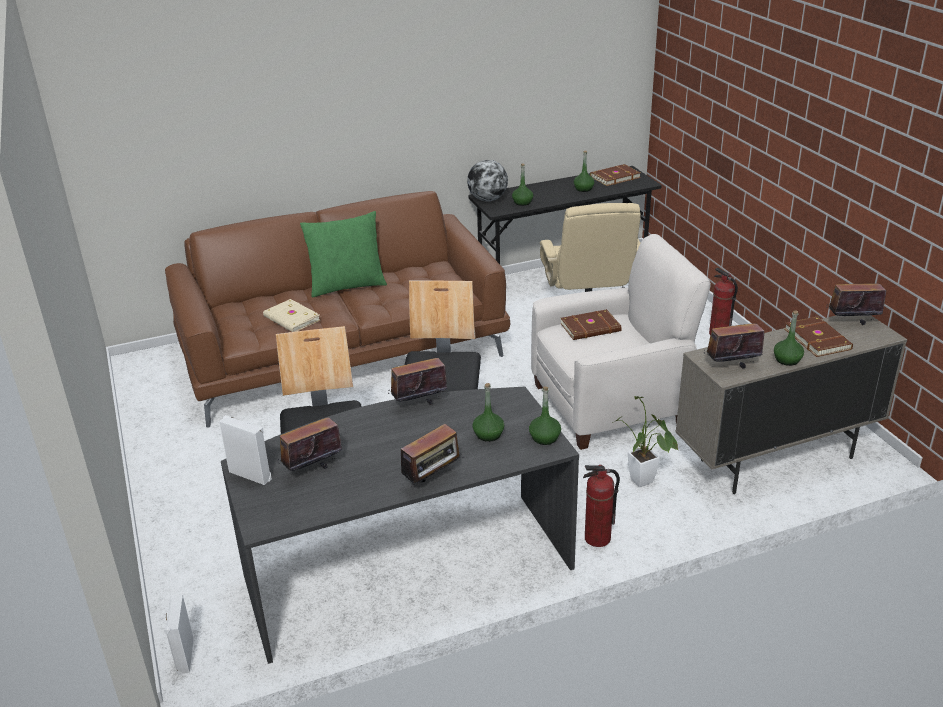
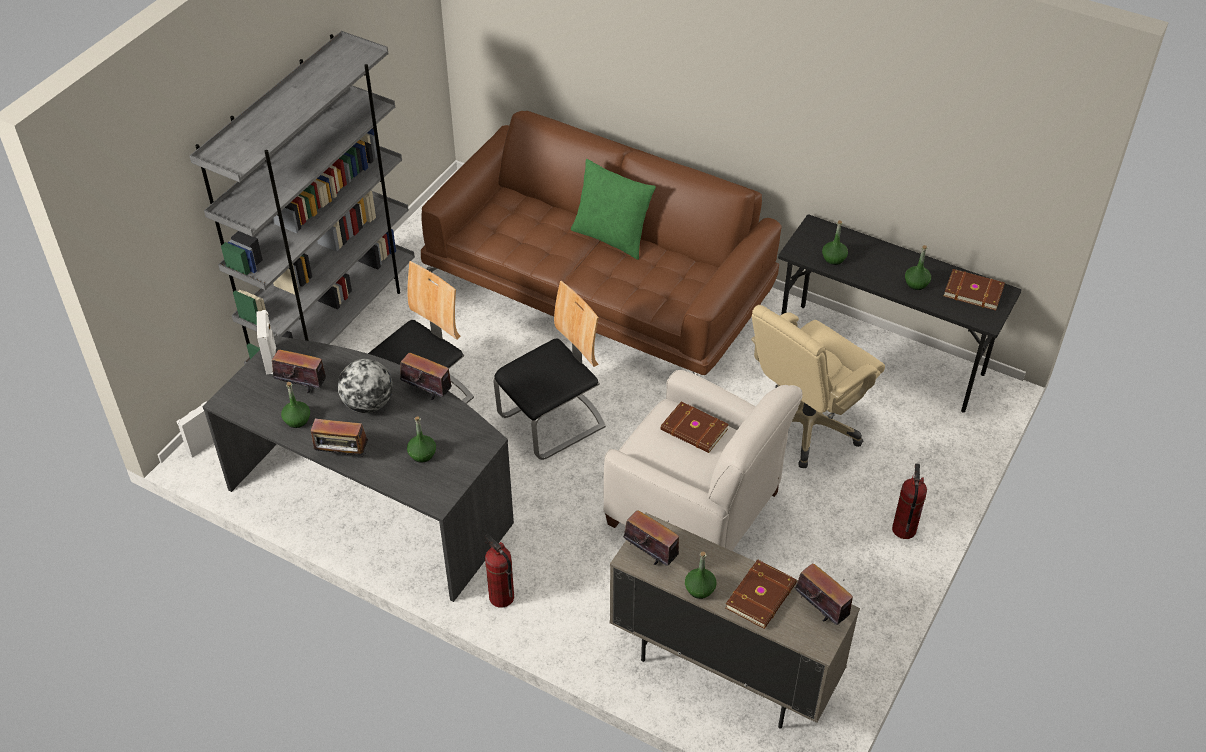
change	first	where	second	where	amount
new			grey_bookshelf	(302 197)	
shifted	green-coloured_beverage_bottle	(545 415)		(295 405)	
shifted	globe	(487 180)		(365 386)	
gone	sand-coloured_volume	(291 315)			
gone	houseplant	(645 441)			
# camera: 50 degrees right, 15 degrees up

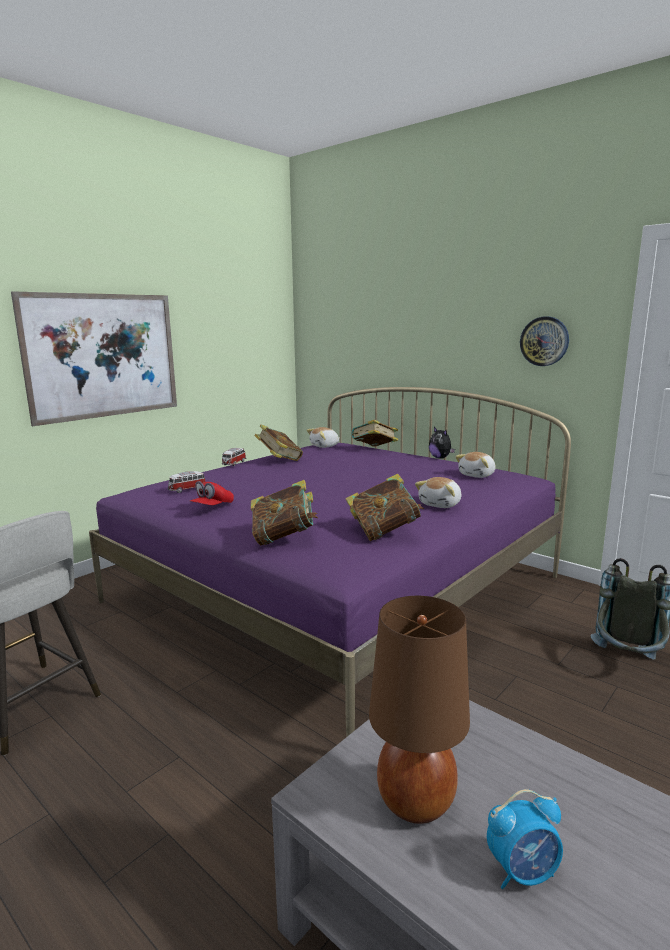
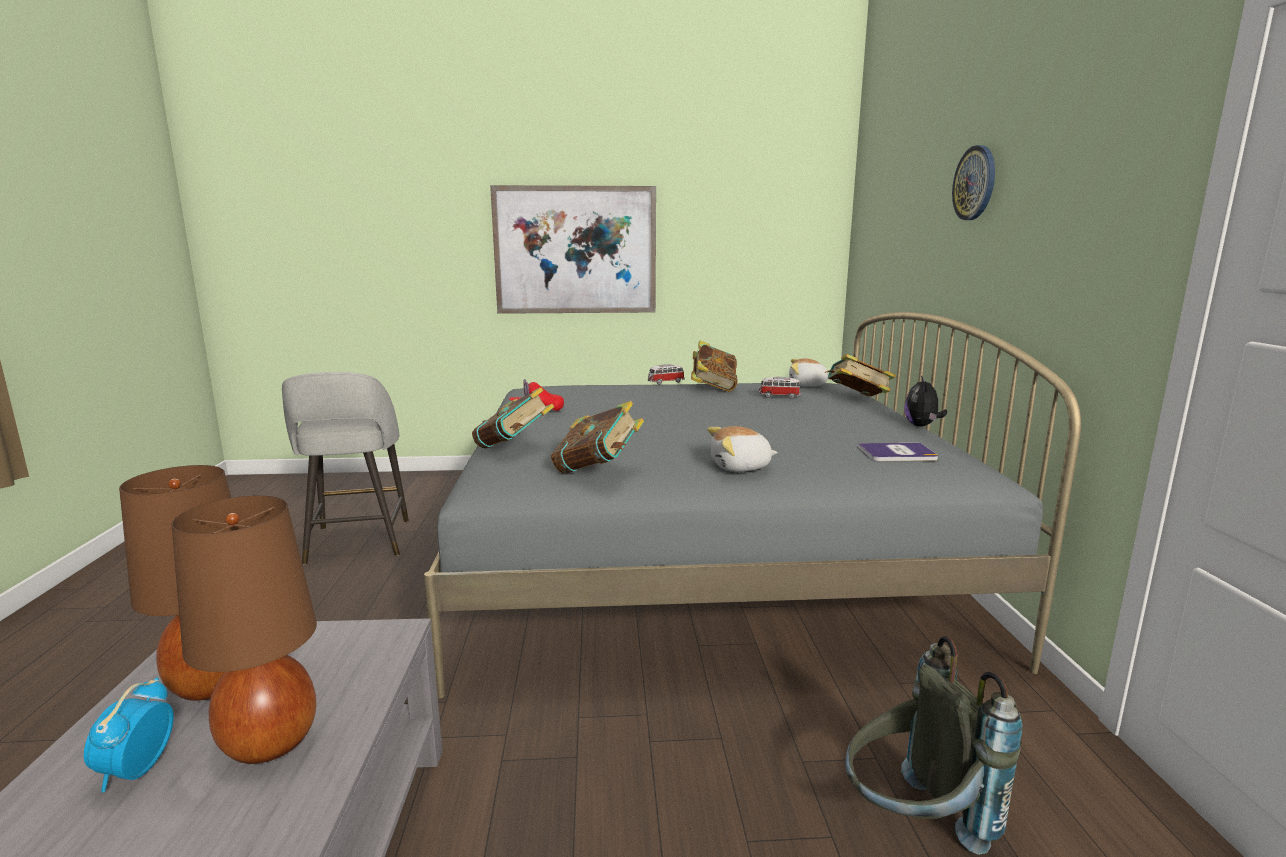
change	first	where	second	where	amount
rotated	bedside_clock	(525 839)		(129 735)	60 degrees clockwise
new			brownish_table_lamp	(244 630)	
repainted	purple-coloured_bedroom_bed	(330 562)	grey_bedroom_bed	(752 505)	
shifted	miniature_car	(187 482)		(779 388)	
swapped	plush_toy	(475 465)	volume	(898 452)	
shifted	wall_clock	(544 341)		(973 182)	
# camera: 45 degrees right, 0 degrees up

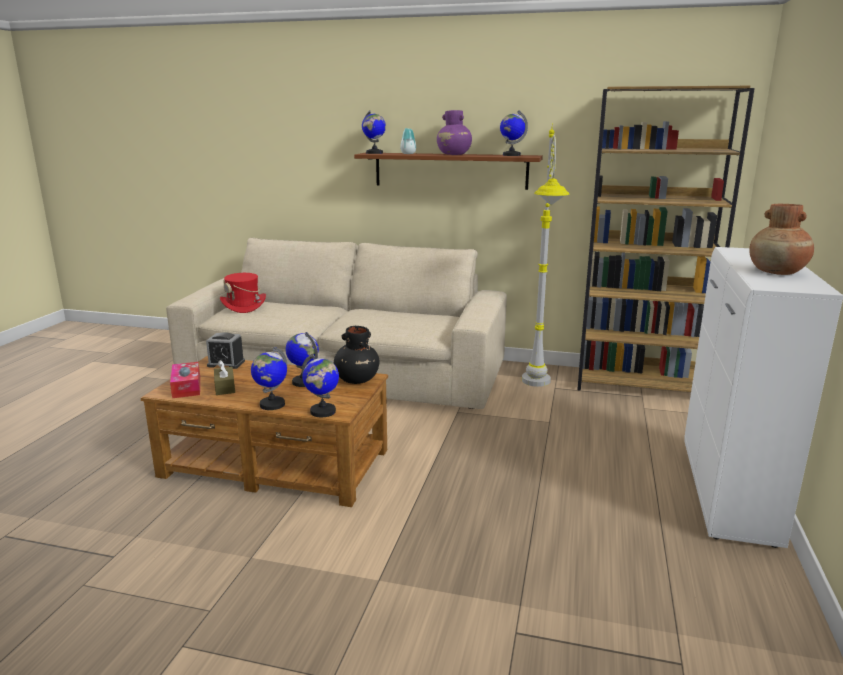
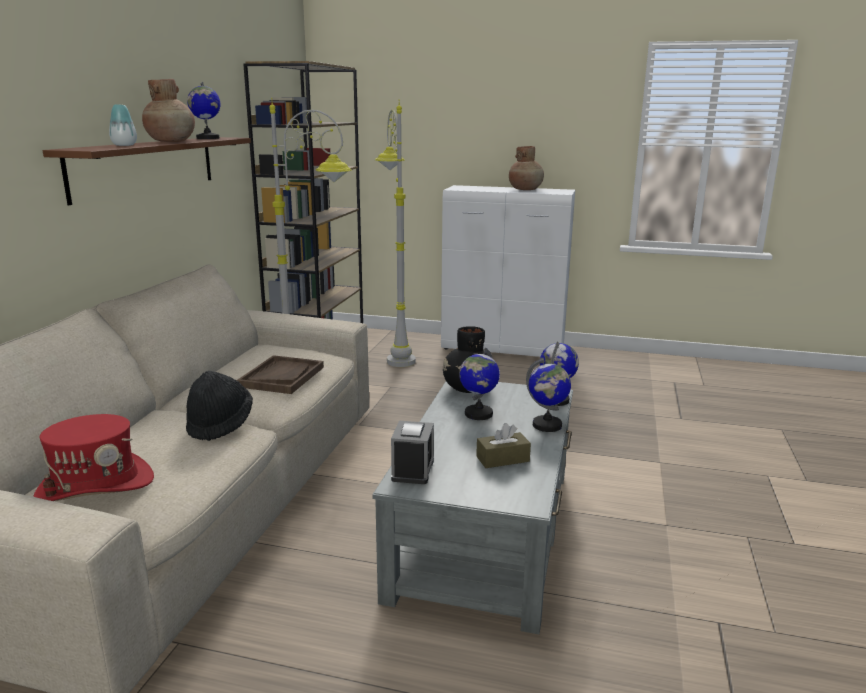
change	first	where	second	where	amount
repainted	purple-coloured_decorative_vase	(454 132)	brownish_decorative_vase	(168 110)	
new			black-coloured_wearable_hat	(219 406)	
new			brownish_serving_tray	(280 374)	
repainted	brownish_low_table	(264 431)	grey_low_table	(472 507)	
new			grey_standard_lamp	(395 235)	
gone	tissue_holder	(185 380)			
gone	globe	(374 132)			
# camera: 90 degrees left, 0 degrees up

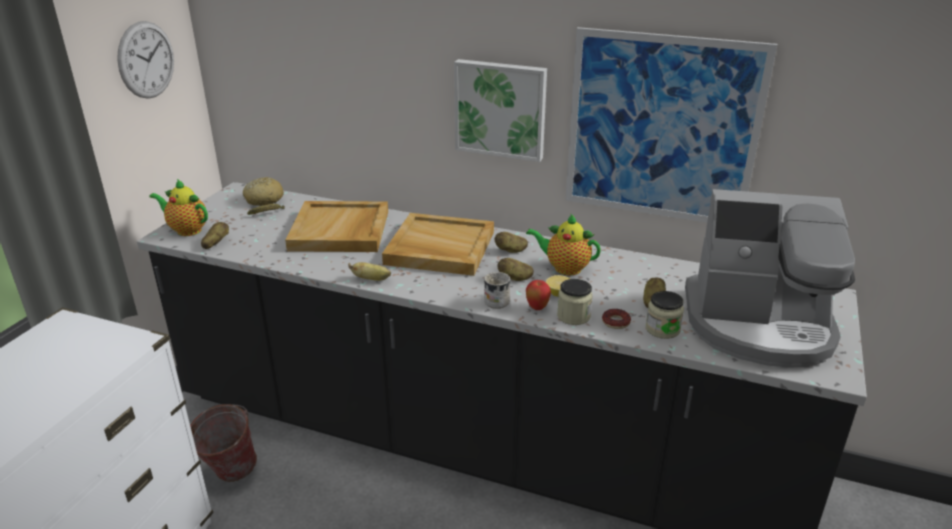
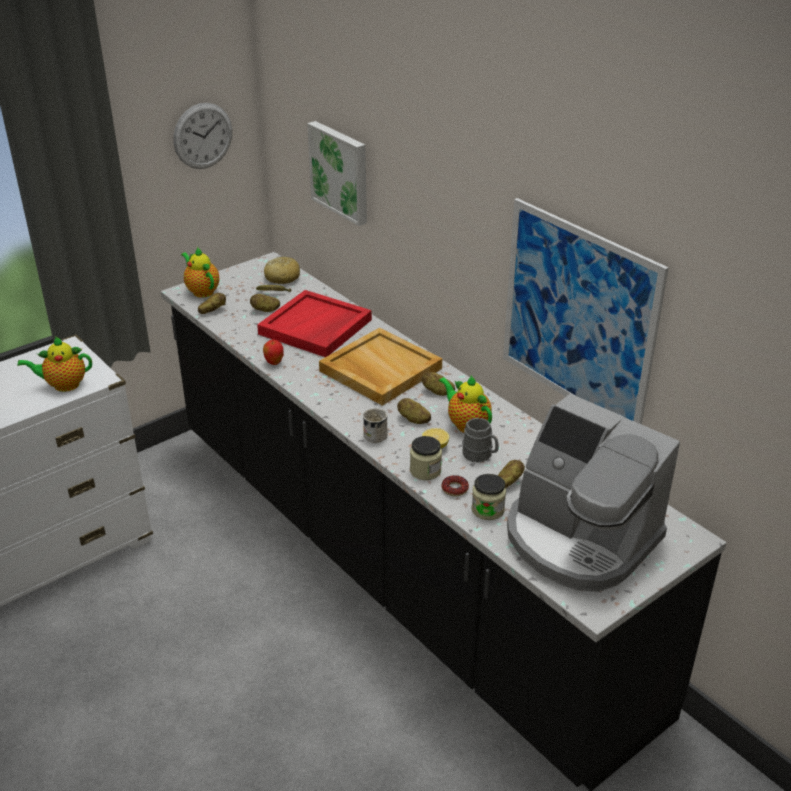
change	first	where	second	where	amount
new			pot_for_tea	(54 364)	
new			whole_potato	(265 303)	
repainted	sand-coloured_serving_tray	(336 226)	red_serving_tray	(314 323)	
shifted	whole_apple	(538 295)		(273 352)	
shifted	wall_art	(500 110)		(337 173)	
new			grey_mug	(480 440)	
gone	pail	(223 443)			
gone	banana	(369 271)			
# camera: 30 degrees right, 5 degrees up

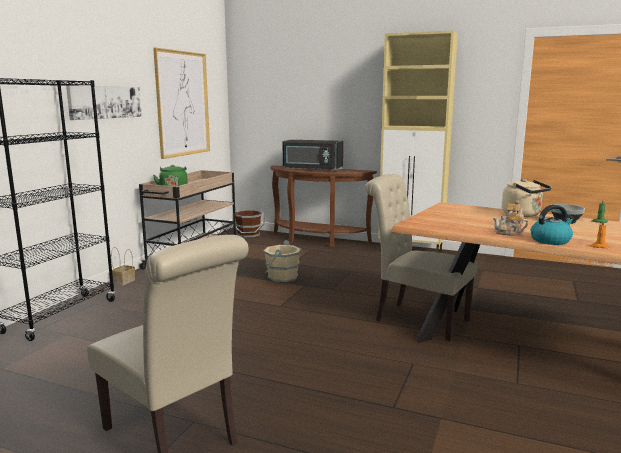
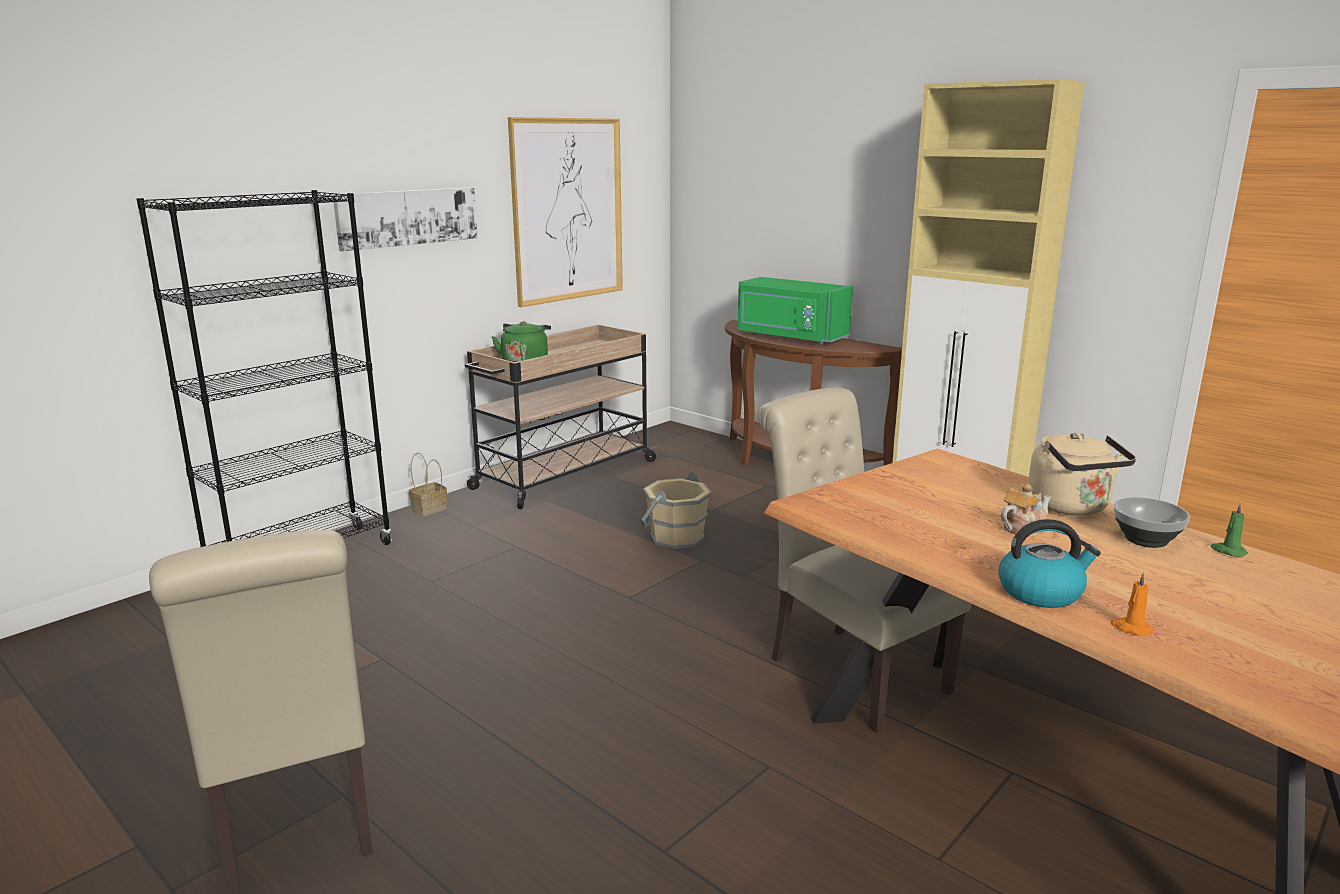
change	first	where	second	where	amount
repainted	black-coloured_kitchen_microwave	(313 155)	green-coloured_kitchen_microwave	(795 310)	
gone	brownish_pail	(248 223)			
gone	pot_for_tea	(510 222)			
# camera: 20 degrees right, 5 degrees up

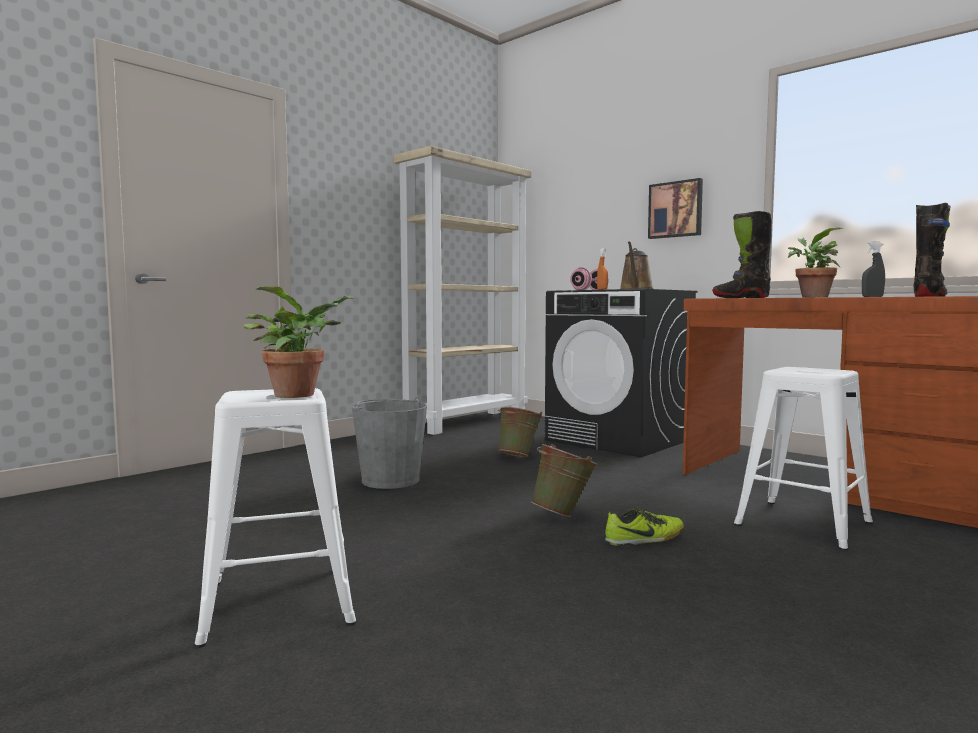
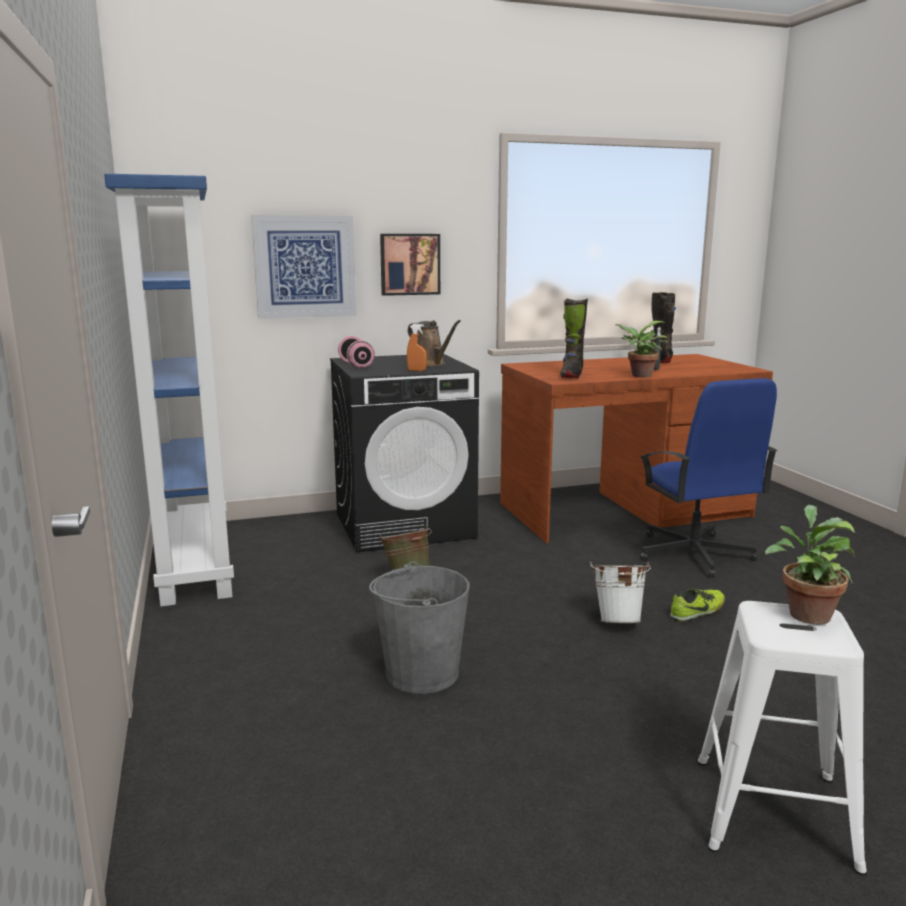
change	first	where	second	where	amount
repainted	sand-coloured_bookshelf	(462 290)	bluish_bookshelf	(169 390)	
new			wall_art	(303 267)	
repainted	green-coloured_pail	(564 480)	white-coloured_pail	(620 592)	
swapped	white-coloured_stool	(803 459)	bluish_desk_chair	(709 478)	
rotated	low_shoe	(644 527)		(697 605)	45 degrees clockwise
# camera: 60 degrees left, 10 degrees up

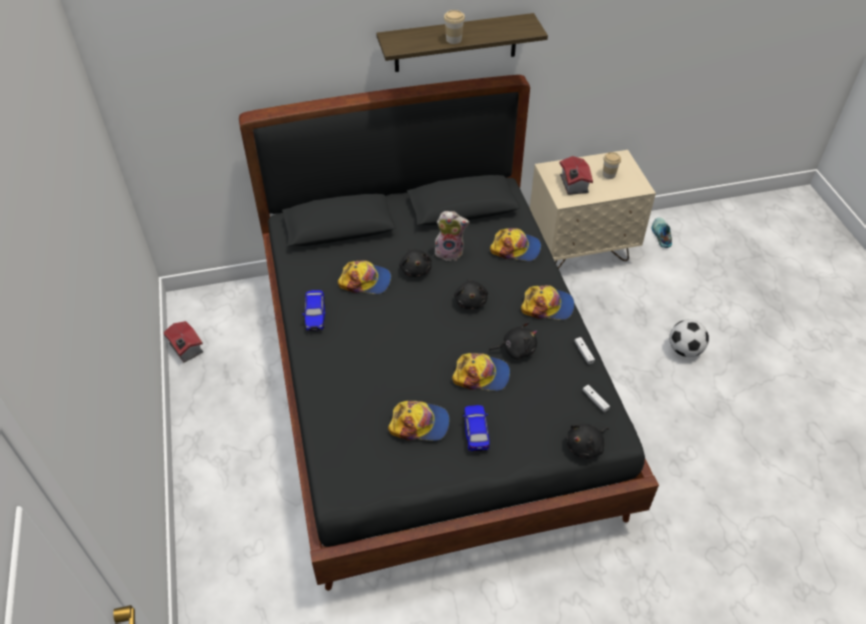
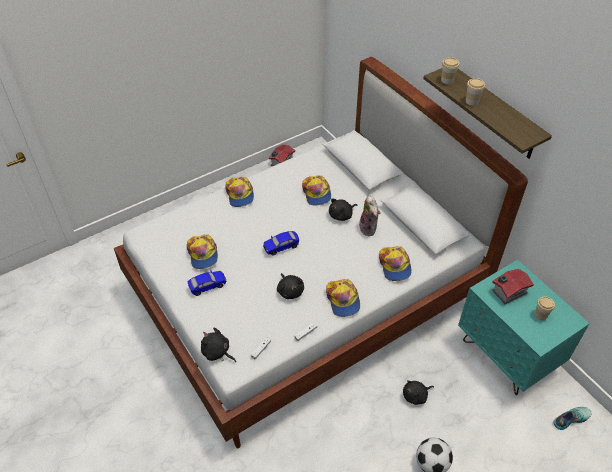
change	first	where	second	where	amount
repainted	black-coloured_bedroom_bed	(449 333)	white-coloured_bedroom_bed	(321 252)	
shifted	peaked_cap	(481 372)		(239 191)	
shifted	miniature_car	(314 310)		(281 243)	
shifted	black-coloured_plush_toy	(471 293)		(418 392)	
new			small_cup	(450 70)	
repainted	sand-coloured_bedside_table	(593 209)	blue-green_bedside_table	(524 327)	
# camera: 70 degrees right, 0 degrees up

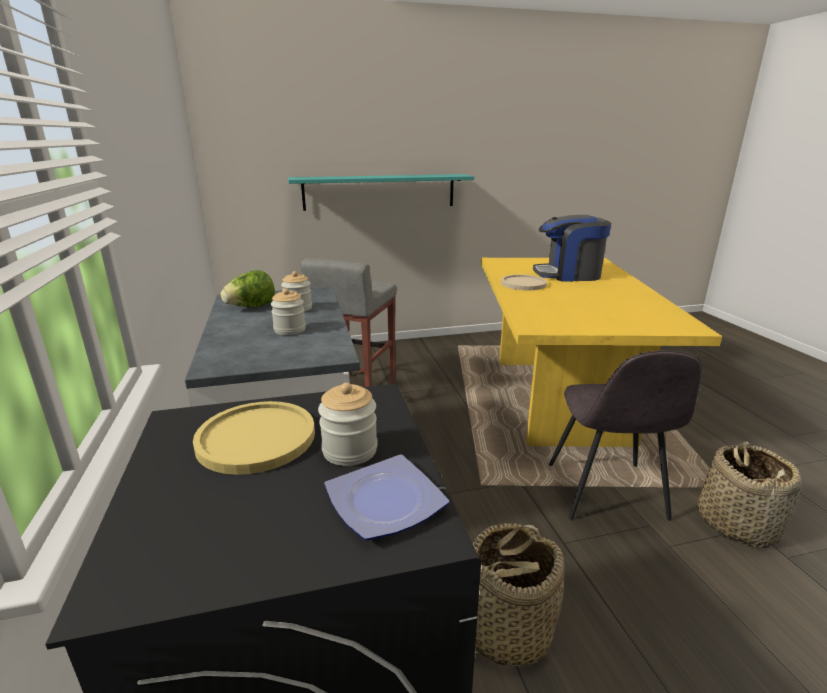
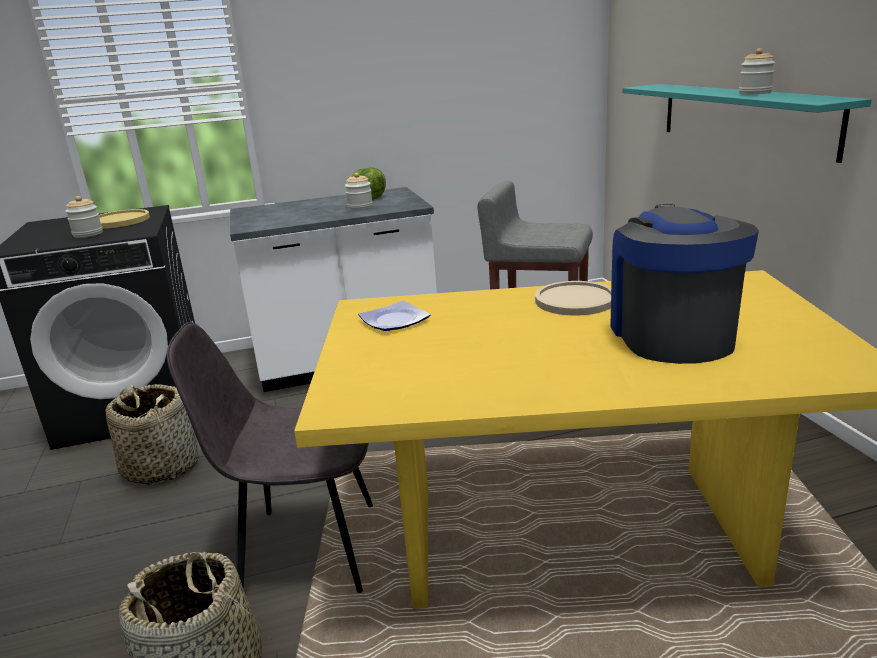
change	first	where	second	where	amount
shifted	plate	(386 497)		(394 316)	
shifted	jar	(288 311)		(757 71)	
# camera: 90 degrees right, 0 degrees up

